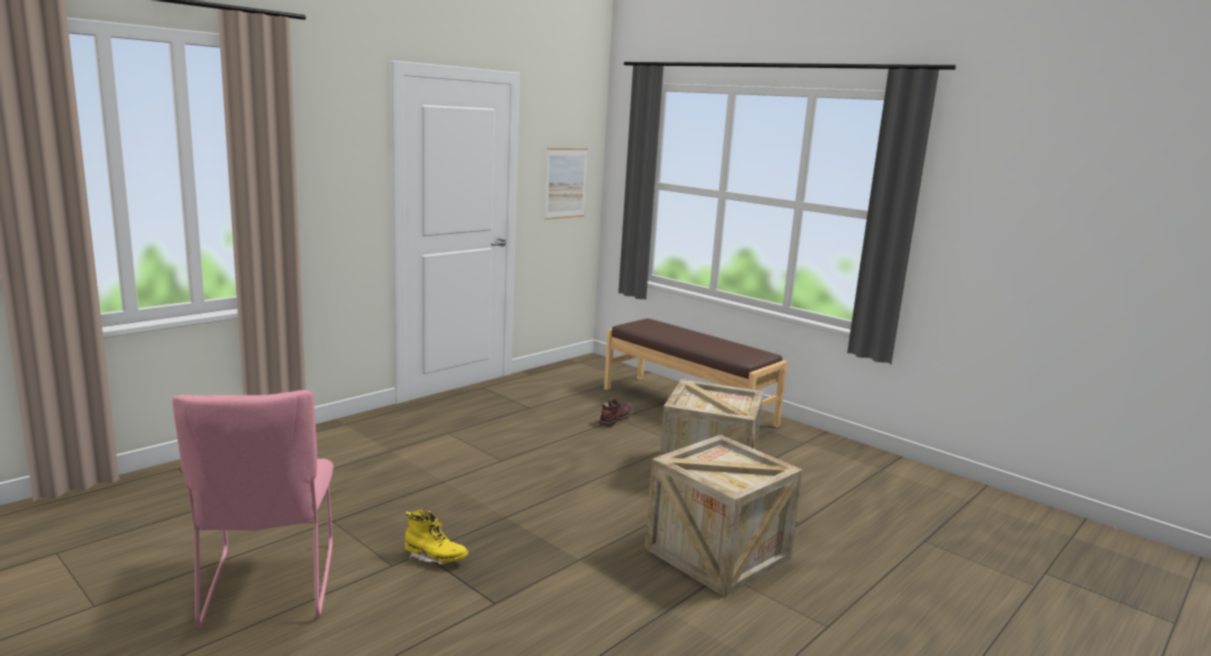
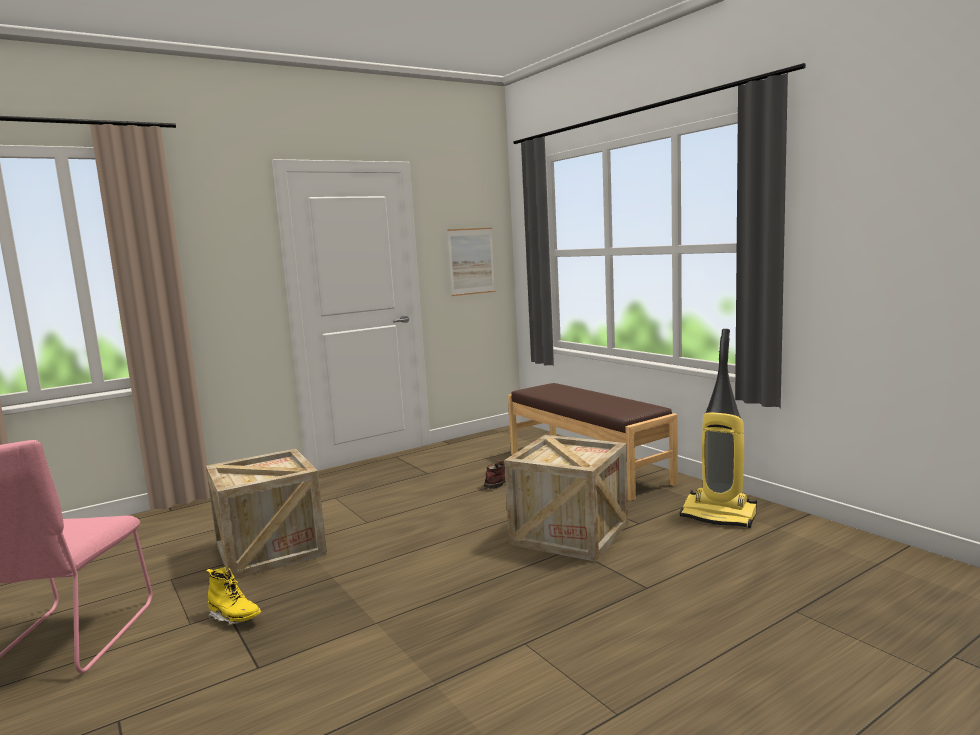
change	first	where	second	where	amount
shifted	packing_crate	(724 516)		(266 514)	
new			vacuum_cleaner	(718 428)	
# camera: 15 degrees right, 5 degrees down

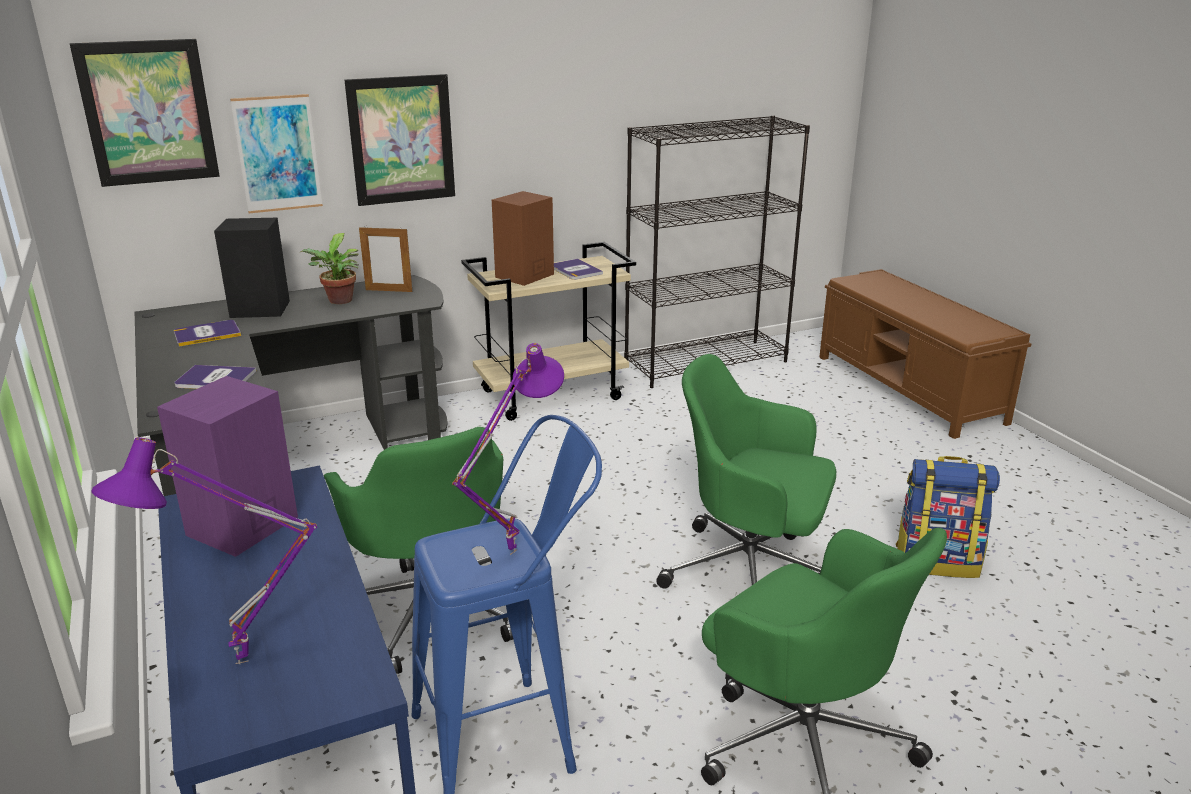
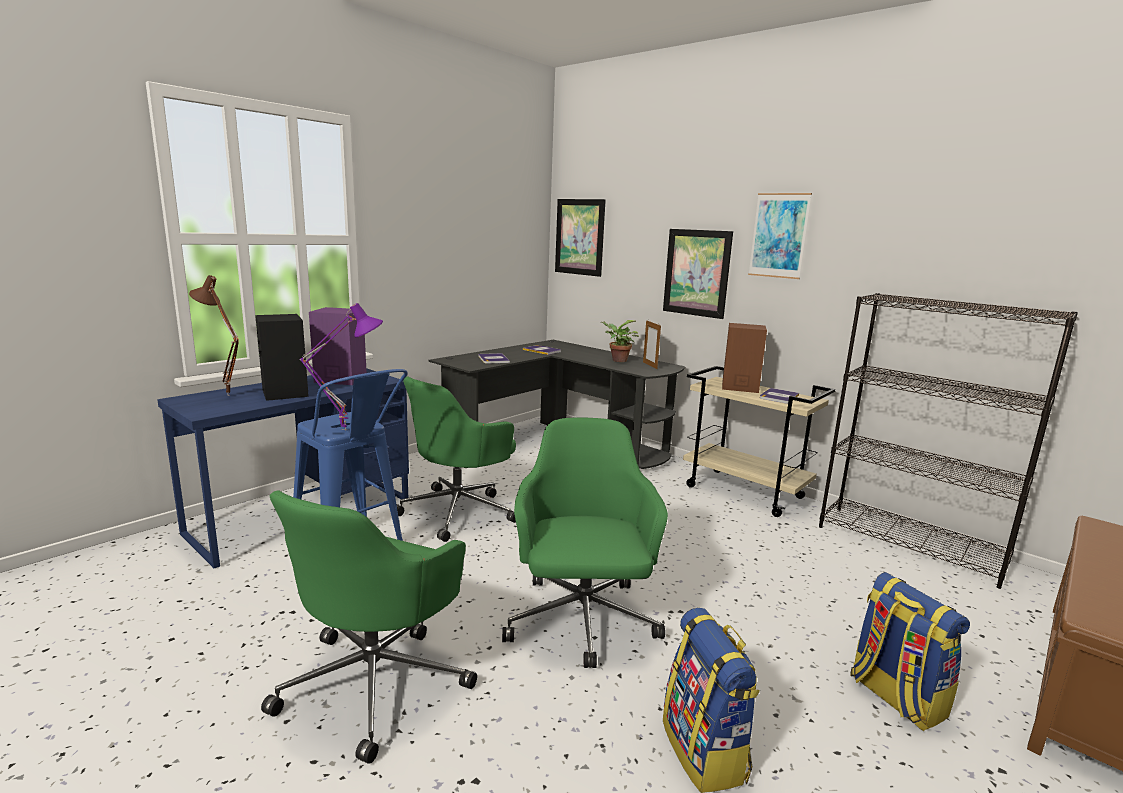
change	first	where	second	where	amount
repainted	purple-coloured_table_lamp	(204 550)	brownish_table_lamp	(214 335)	
shifted	black-coloured_loudspeaker	(252 268)		(282 357)	
shifted	wall_art	(276 153)		(780 236)	
new			rucksack	(910 651)	
# camera: 65 degrees right, 10 degrees down

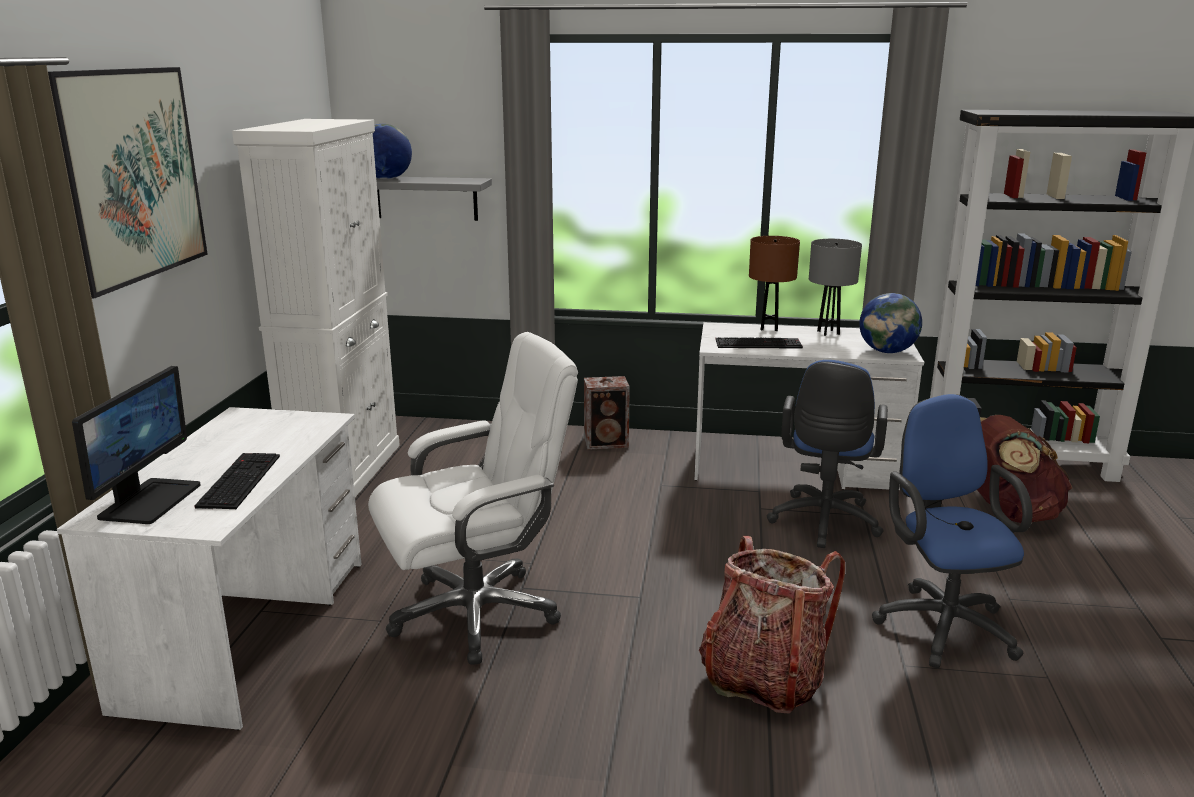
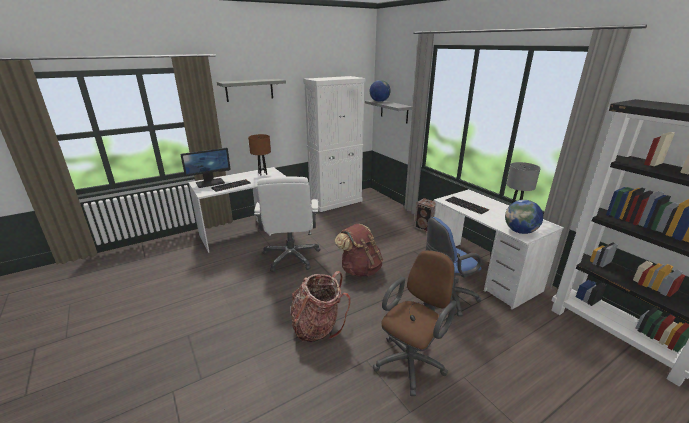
change	first	where	second	where	amount
swapped	wall_art	(128 183)	grey_wall_shelf	(251 90)	
shifted	brownish_table_lamp	(774 283)		(259 155)	
rotated	white-coloured_desk_chair	(473 498)		(287 224)	60 degrees clockwise
shifted	brownish_rucksack	(1024 469)		(359 250)	
repainted	bluish_desk_chair	(952 531)	brownish_desk_chair	(415 323)	
# camera: 50 degrees right, 5 degrees up

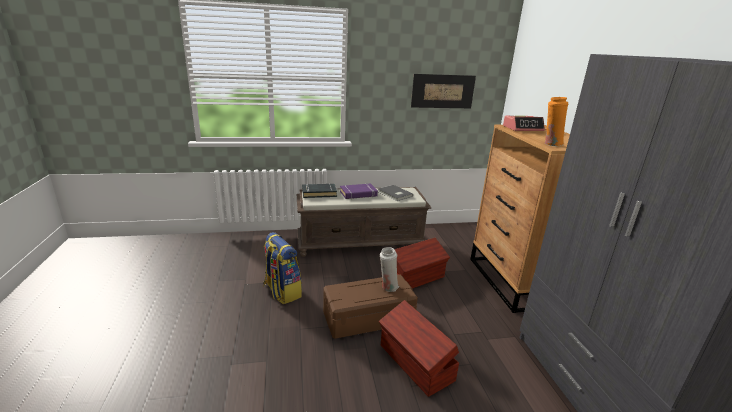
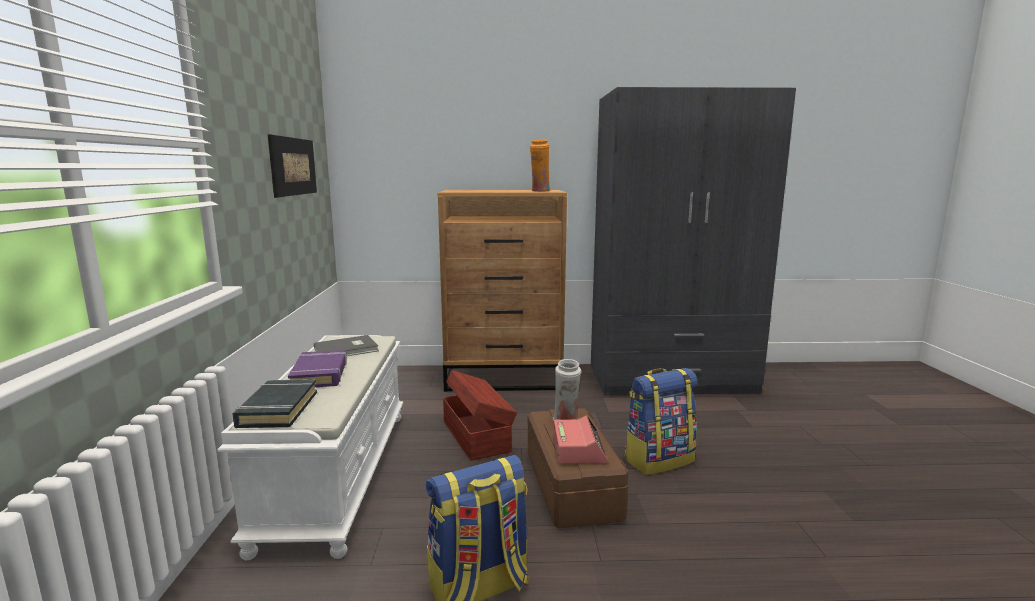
change	first	where	second	where	amount
repainted	brownish_long_seat	(364 222)	white-coloured_long_seat	(310 447)	
shifted	bedside_clock	(524 123)		(580 439)	
swapped	brownish_storage_box	(419 348)	rucksack	(661 421)	
# camera: 80 degrees left, 10 degrees down

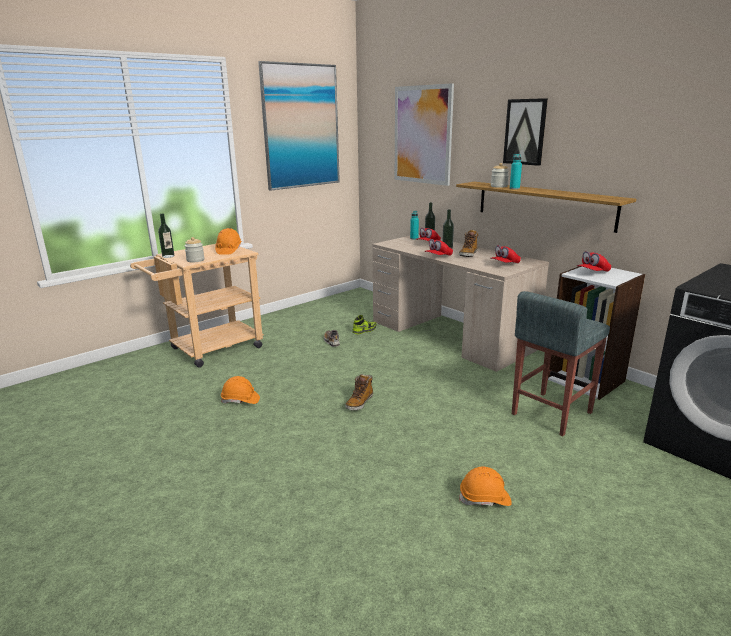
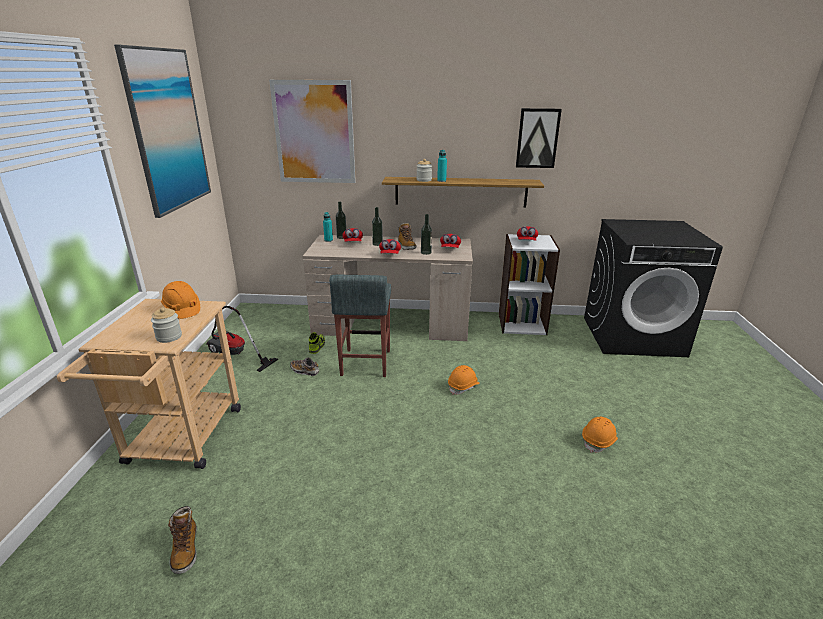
change	first	where	second	where	amount
shifted	boot	(359 392)		(182 540)	
new			vacuum_cleaner	(242 339)	
shifted	grey_stool	(561 363)		(360 326)	
shifted	beverage_bottle	(166 235)		(426 234)	
shifted	orange_work_helmet	(240 390)		(464 380)	
shifted	wall_art	(525 132)		(539 138)	
# camera: 45 degrees left, 5 degrees up

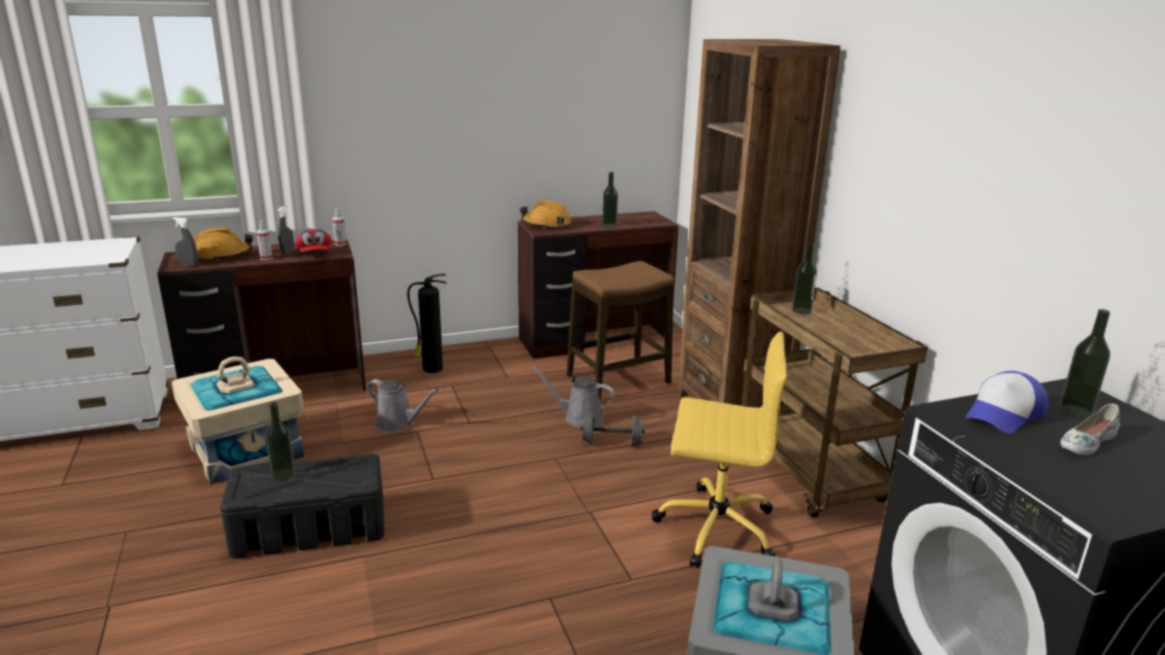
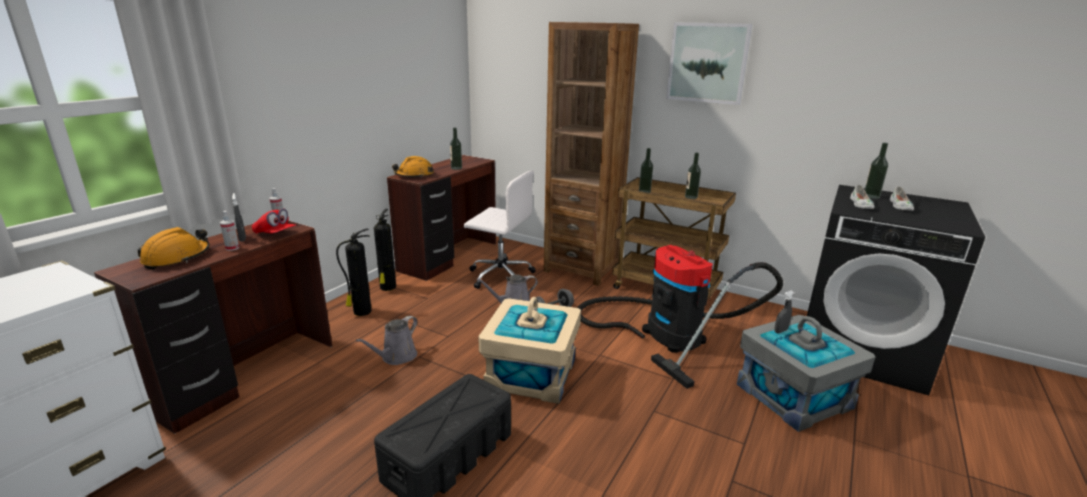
change	first	where	second	where	amount
rotated	grey_sprinkling_can	(402 405)		(386 340)	135 degrees clockwise
new			extinguisher	(385 250)	
swapped	stool	(620 330)	white-coloured_desk_chair	(500 230)	
shifted	sand-coloured_storage_box	(238 420)		(529 350)	
swapped	yellowish_desk_chair	(719 450)	vacuum_cleaner	(680 317)	
new			wall_art	(709 63)	
shifted	beverage_bottle	(280 441)		(693 176)	
shifted	grey_spray_bottle	(185 241)		(784 312)	
swapped	peaked_cap	(1007 402)	white-coloured_low_shoe	(862 197)	
# camera: 40 degrees left, 0 degrees up

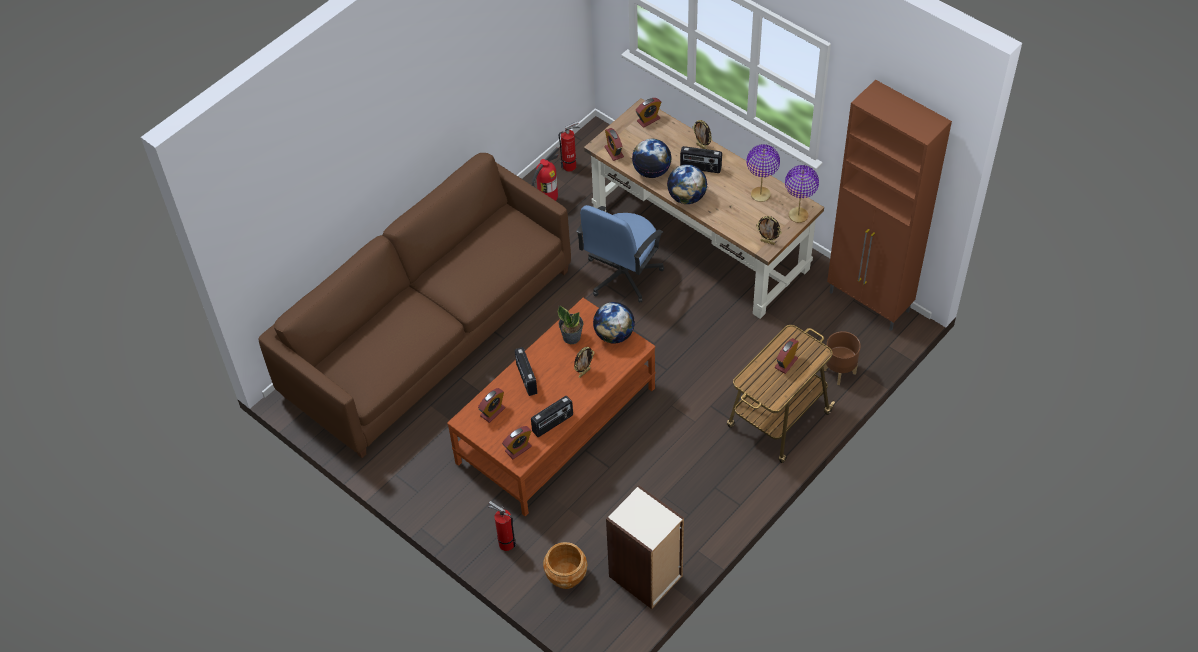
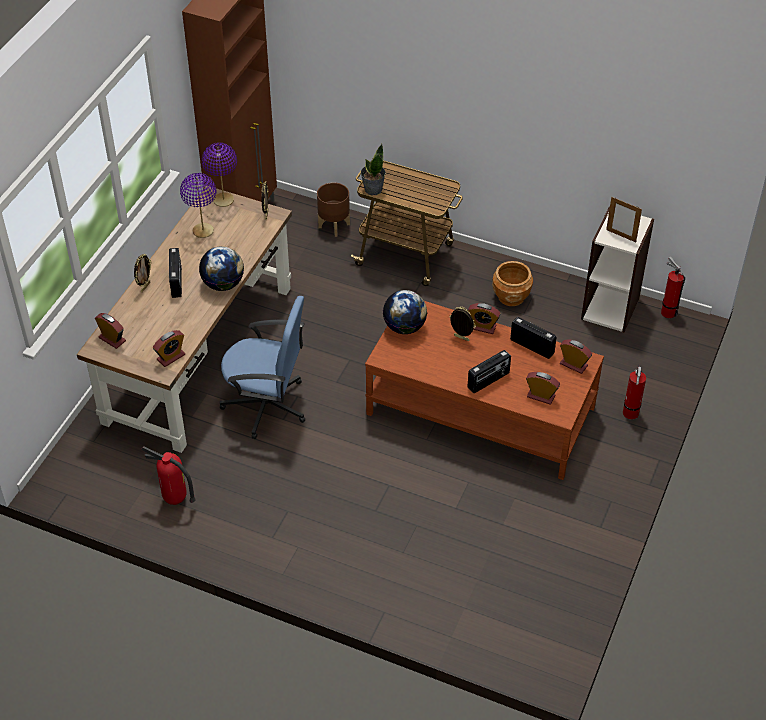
change	first	where	second	where	amount
shifted	houseplant	(570 325)		(373 169)	
shifted	bedside_clock	(787 356)		(484 318)	
shifted	brownish_planter	(565 565)		(512 283)	
new			photo_frame	(624 219)	
shifted	extinguisher	(569 146)		(673 287)	
gone	brownish_settee	(414 305)			
gone	globe	(651 158)			
# camera: 110 degrees left, 5 degrees down

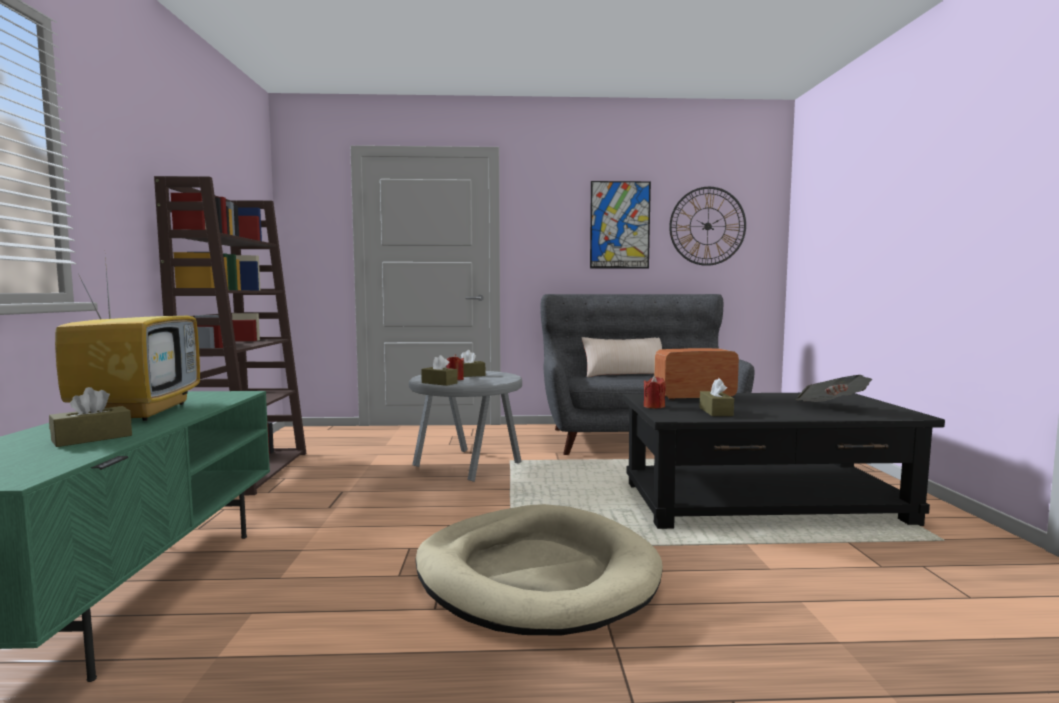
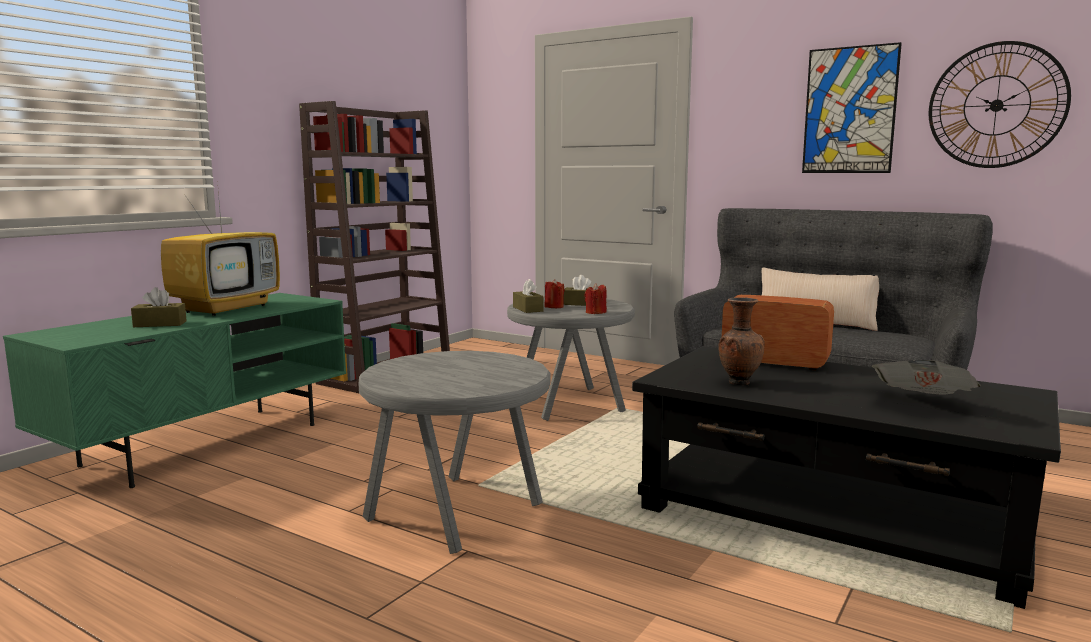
change	first	where	second	where	amount
swapped	sand-coloured_pet_bed	(539 570)	grey_side_table	(454 452)	
shifted	red_wax_candle	(655 392)		(595 298)	
swapped	brownish_tissue_holder	(717 397)	brownish_decorative_vase	(741 341)	
# camera: 35 degrees right, 5 degrees up

